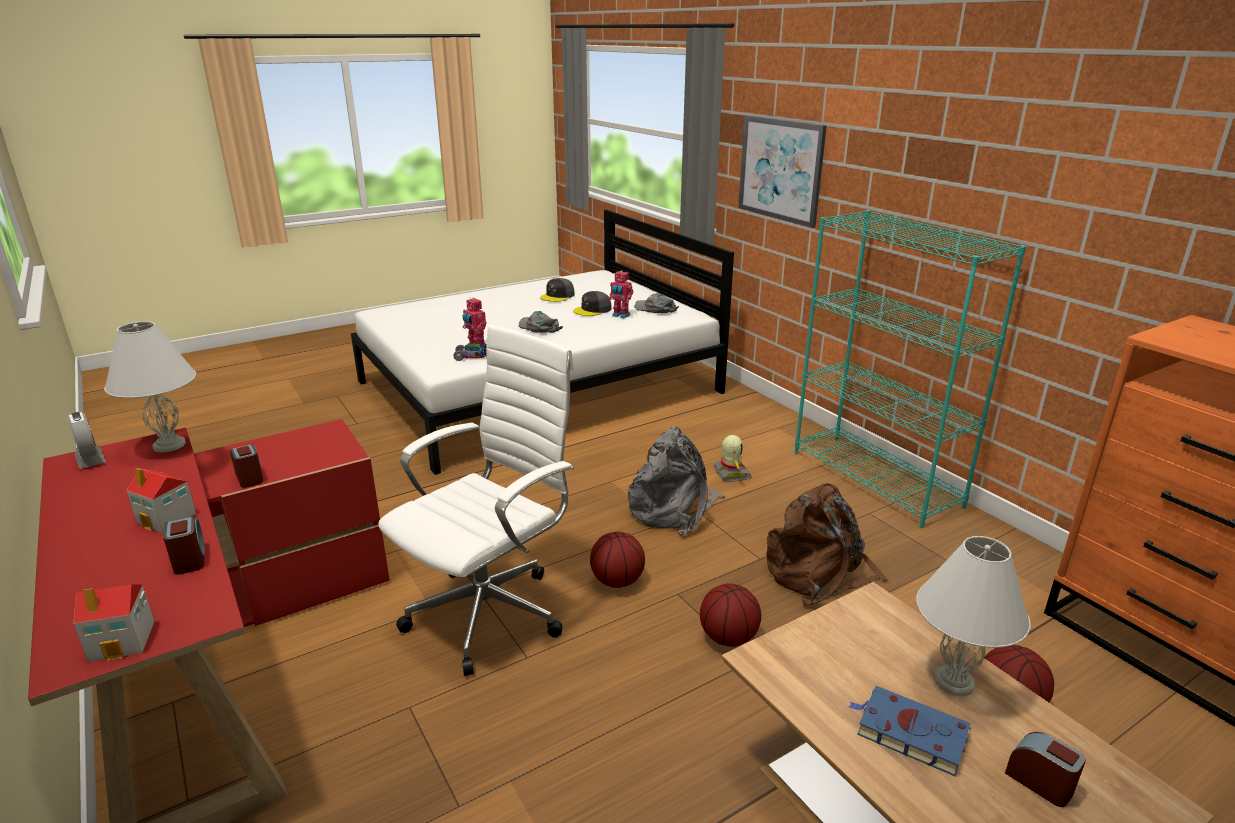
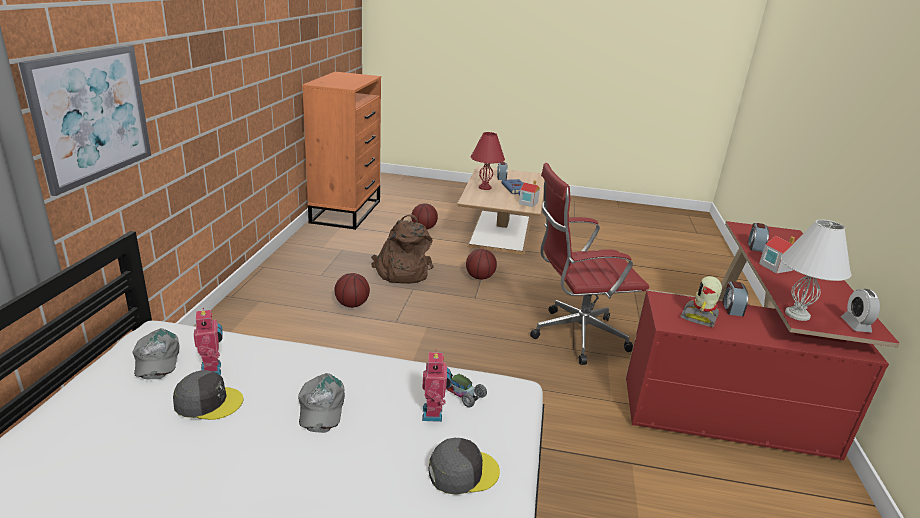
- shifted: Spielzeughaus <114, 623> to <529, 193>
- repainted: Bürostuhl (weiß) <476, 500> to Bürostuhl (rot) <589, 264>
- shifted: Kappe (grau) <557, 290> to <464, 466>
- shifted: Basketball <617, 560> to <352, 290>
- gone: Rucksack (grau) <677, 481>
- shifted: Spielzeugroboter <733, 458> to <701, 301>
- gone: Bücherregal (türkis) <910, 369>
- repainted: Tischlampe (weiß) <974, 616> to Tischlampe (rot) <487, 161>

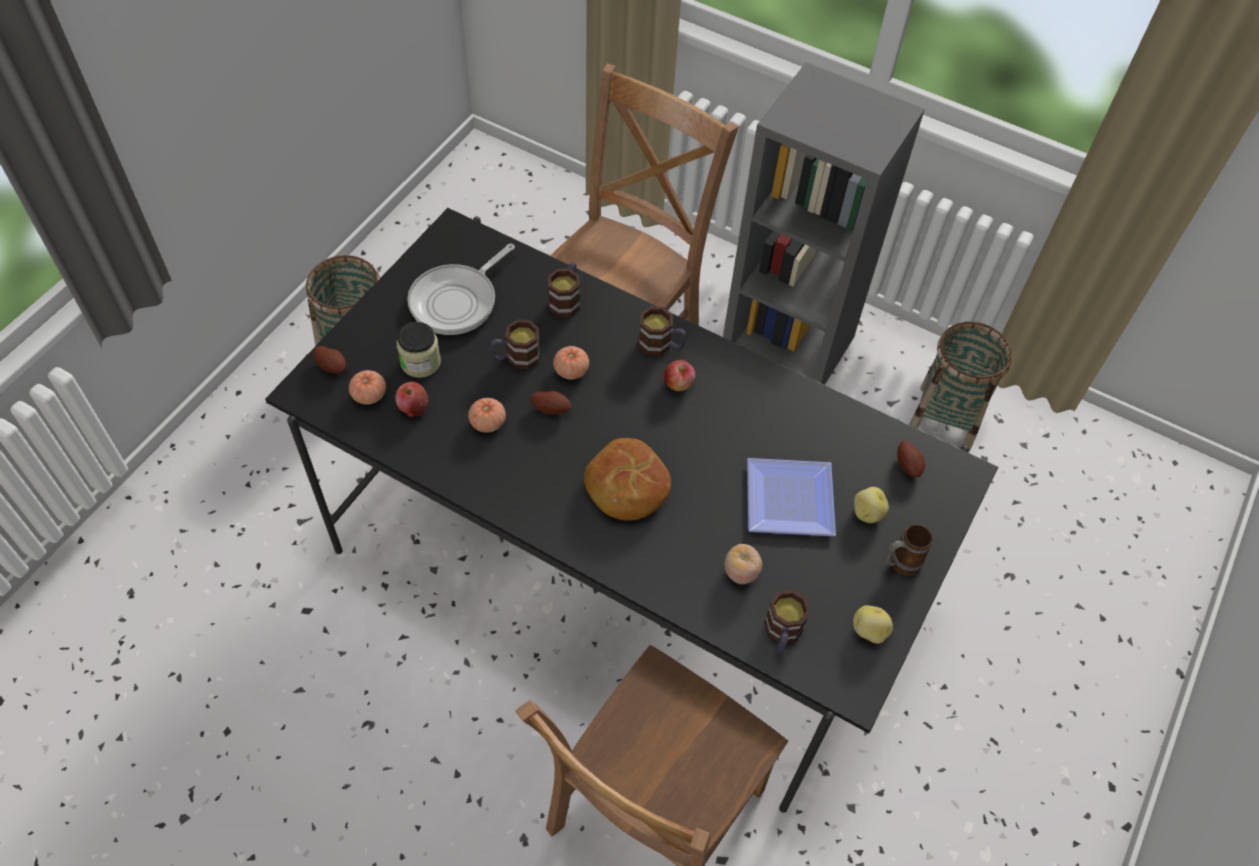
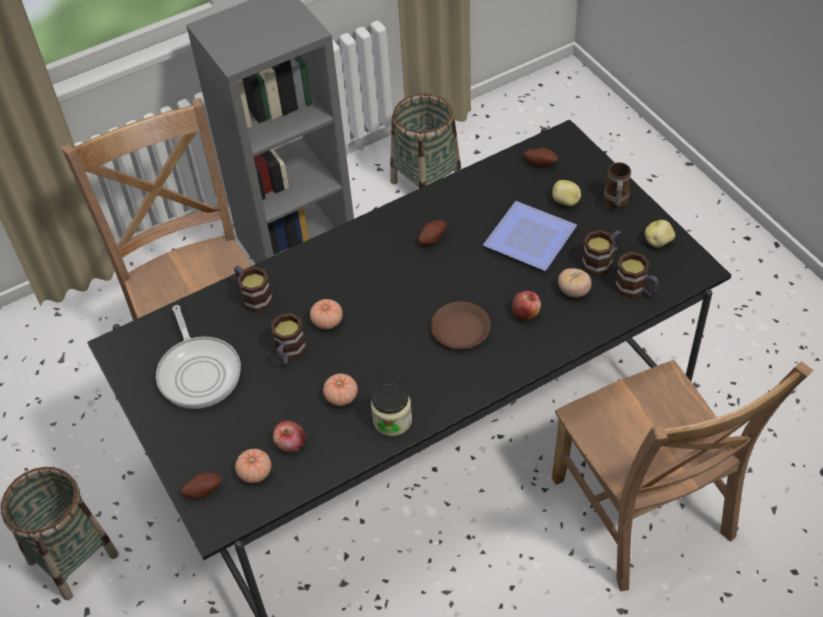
- shifted: Vorratsglas <419, 350> to <391, 409>
- shifted: Kartoffel <550, 403> to <432, 232>
- swapped: Brot <627, 479> to Teller (braun) <461, 325>
- shifted: Henkelbecher <663, 331> to <601, 253>
- shifted: Apfel <679, 375> to <526, 305>

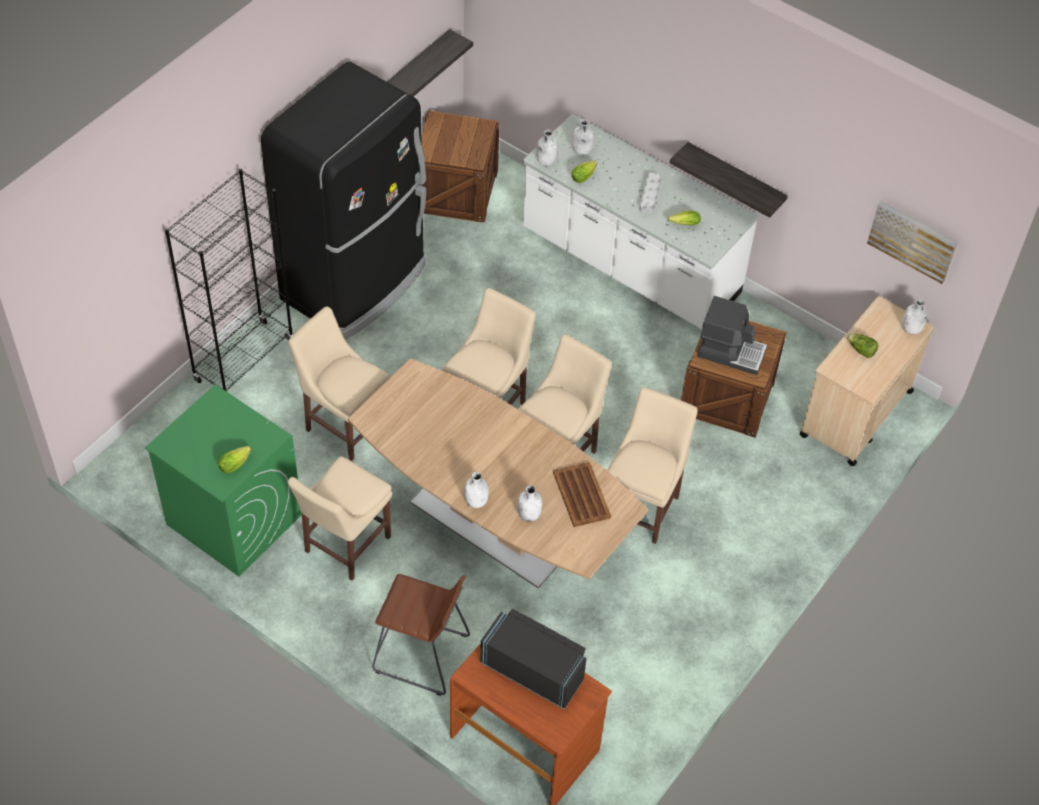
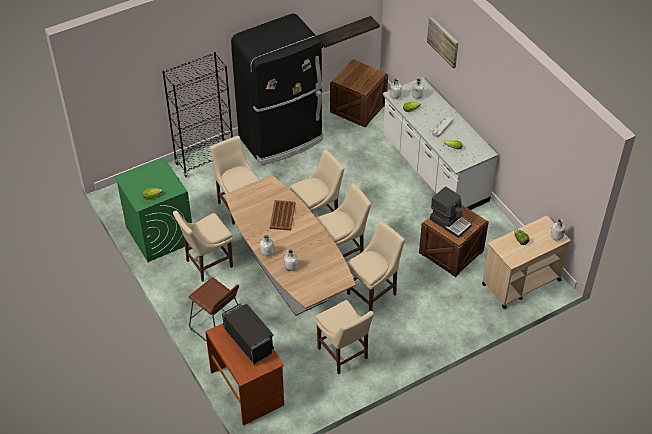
- shifted: Tablett (braun) <582, 494> to <282, 215>
- gone: Wandregal <729, 180>
- shifted: Bild <912, 242> to <442, 42>
- new: Stuhl (beige) <344, 337>

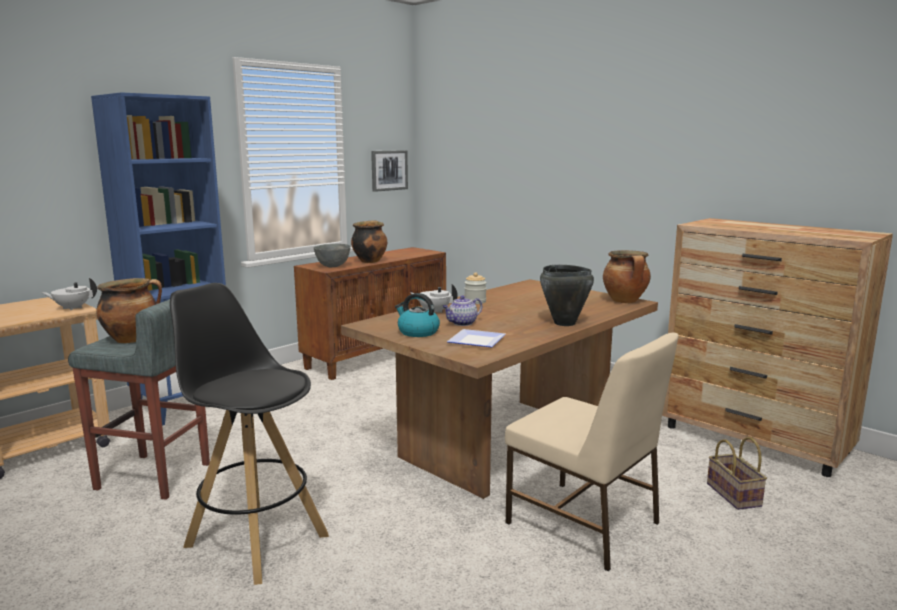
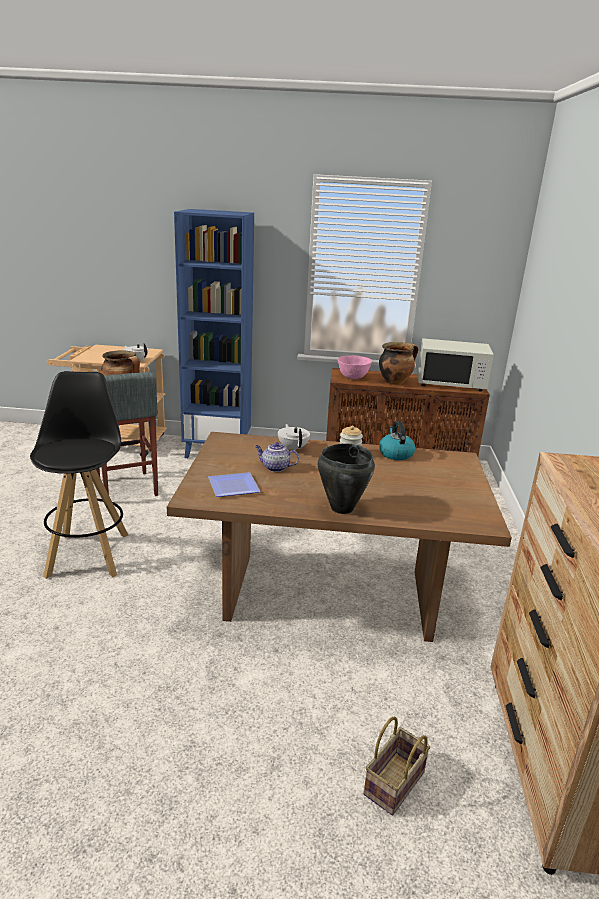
- repainted: Schüssel (grau) <332, 255> to Schüssel (rosa) <354, 367>
- gone: Bild <389, 171>
- shifted: Wasserkessel <417, 315> to <397, 440>
- gone: Stuhl (beige) <591, 452>
- gone: Kochtopf <627, 276>
- new: Mikrowelle (weiß) <456, 365>

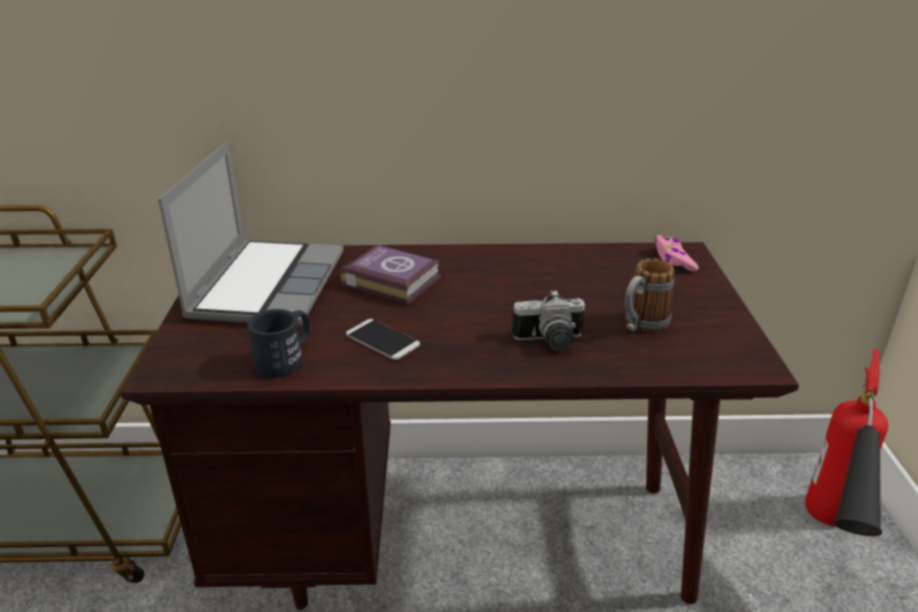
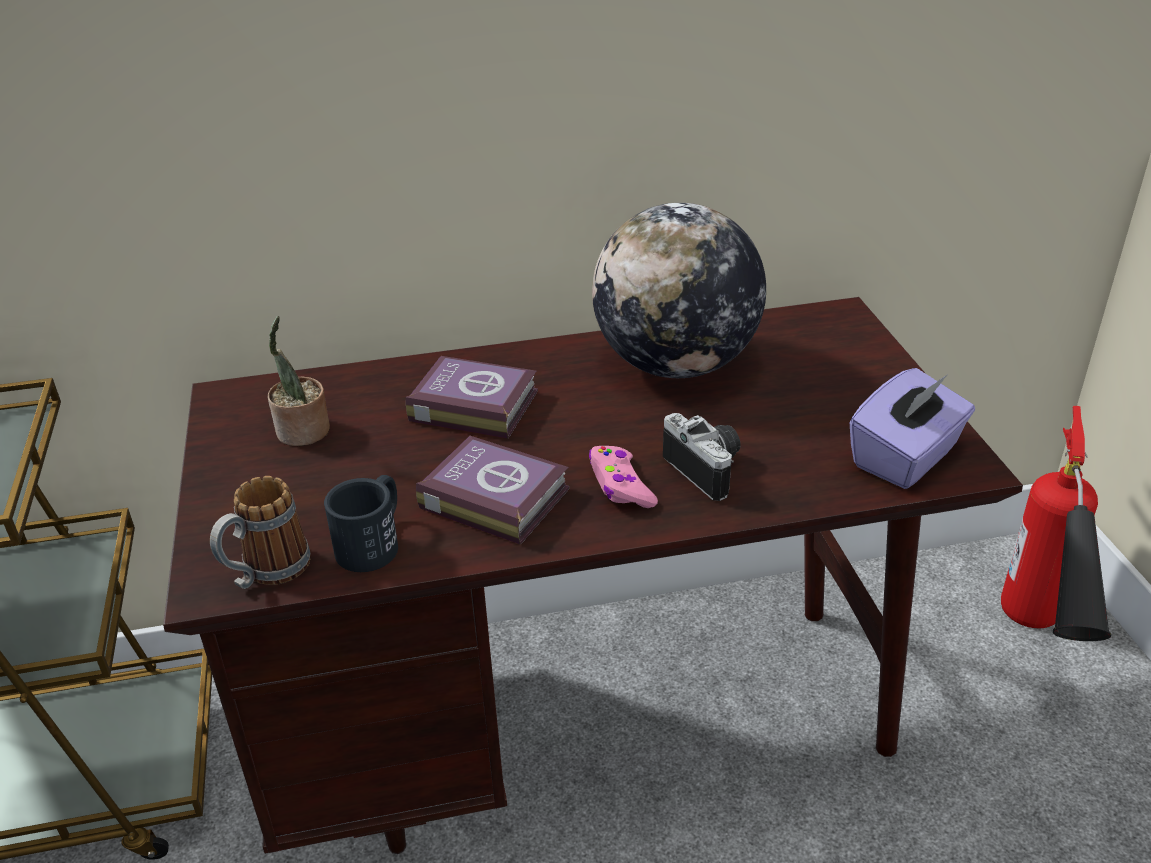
- swapped: Laptop <251, 233> to Topfpflanze <299, 381>
- swapped: Handy <383, 339> to Buch <492, 490>
- rotated: Kamera <548, 320> = <701, 457> 105 degrees counterclockwise
- shifted: Henkelbecher <649, 295> to <260, 532>
- shifted: Gamepad (rosa) <677, 253> to <623, 477>
- new: Globus <679, 290>
- new: Taschentuchbox (lila) <912, 428>

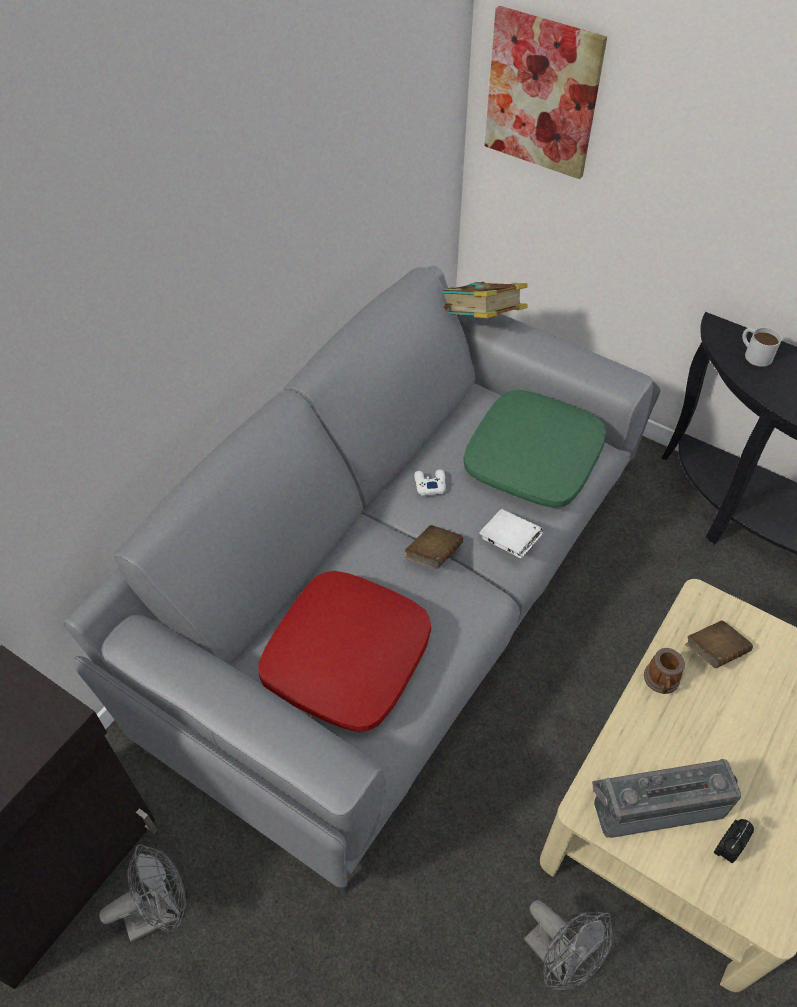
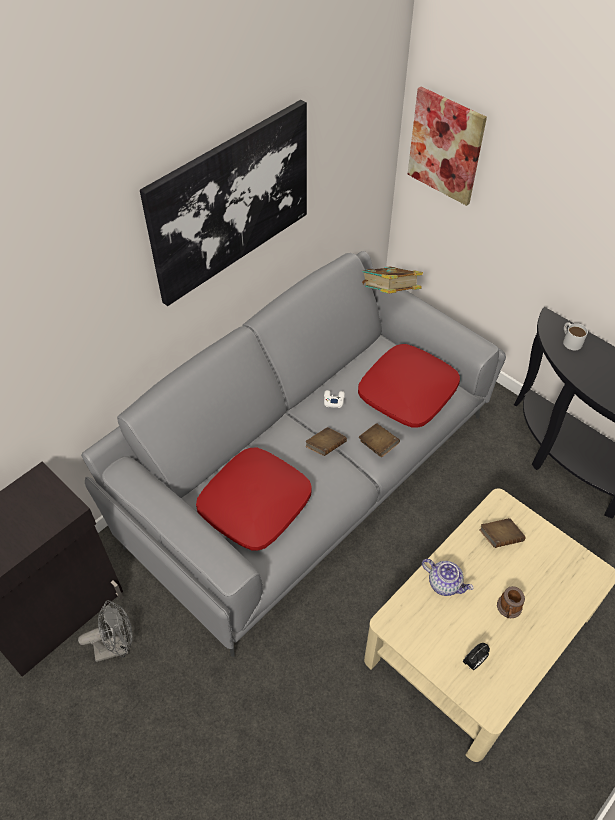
- repainted: Kissen (grün) <534, 449> to Kissen (rot) <409, 386>
- repainted: Buch (weiß) <511, 533> to Buch (braun) <379, 440>
- gone: Ventilator (grau) <568, 945>
- gone: Radio <666, 798>
- shifted: Henkelbecher <664, 671> to <511, 602>
- new: Bild <223, 203>
- new: Teekanne <448, 577>

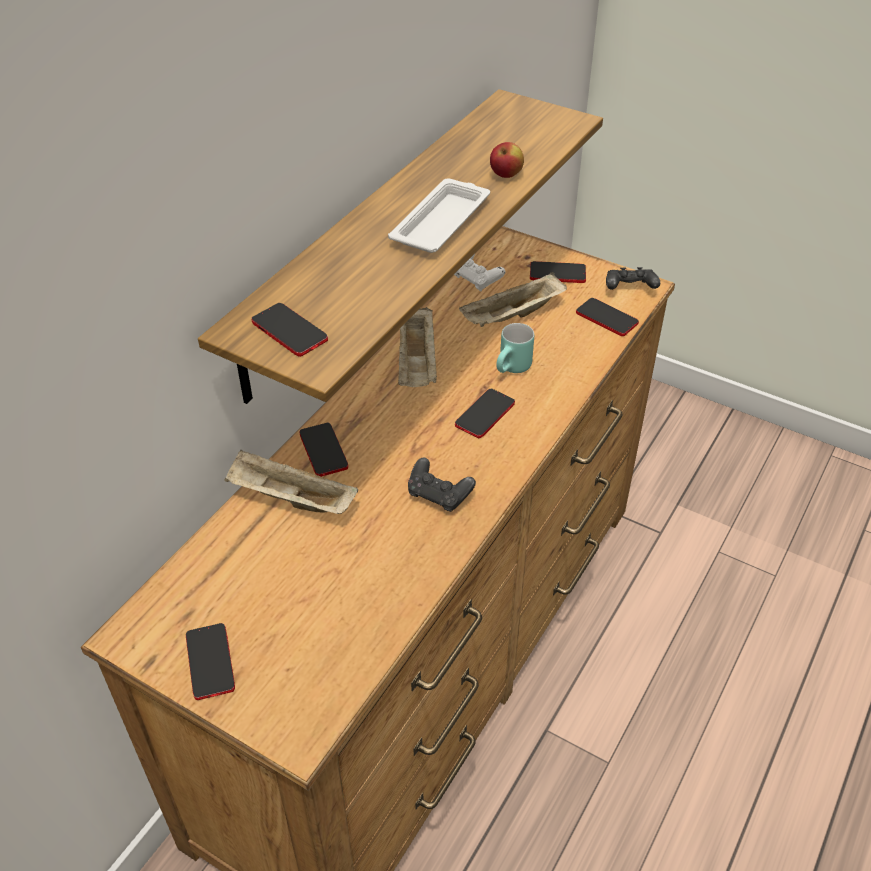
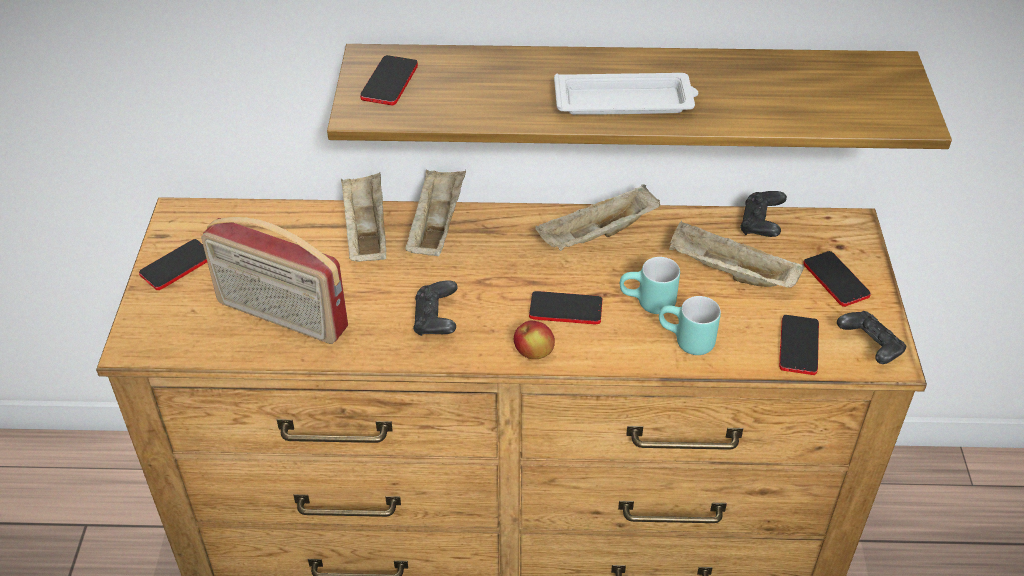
- swapped: Handy <324, 450> to Tablett (beige) <435, 212>
- repainted: Gamepad (weiß) <479, 273> to Gamepad (schwarz) <763, 214>
- shifted: Apfel <507, 160> to <534, 340>
- new: Radio <274, 280>
- new: Henkelbecher (türkis) <690, 325>

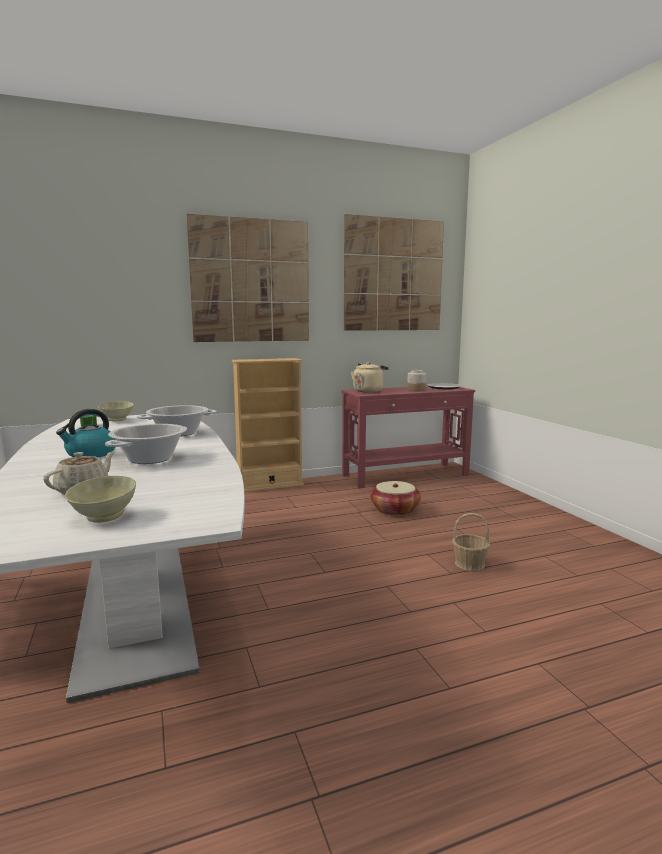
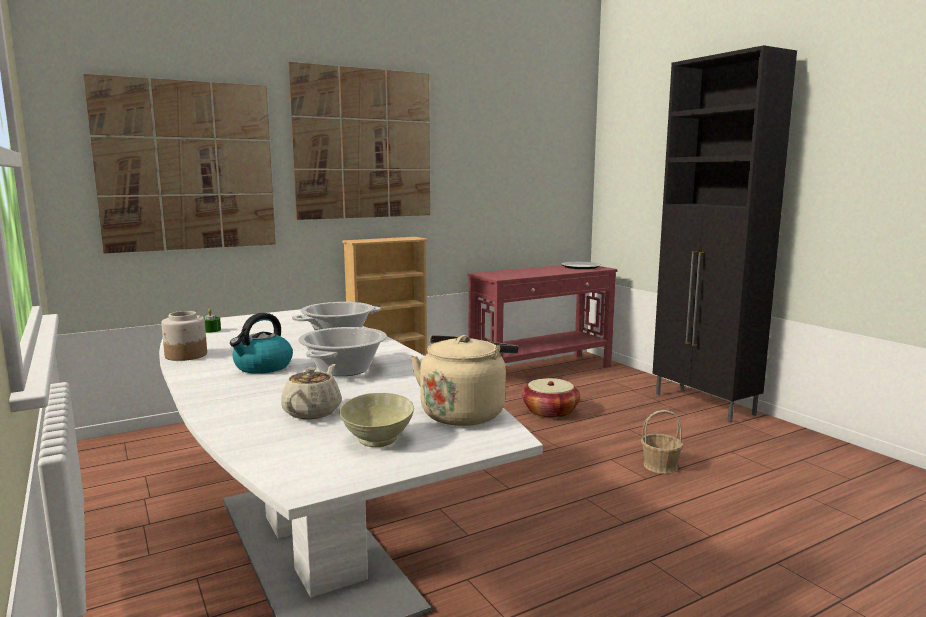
- gone: Schüssel (beige) <116, 411>
- shifted: Bild <394, 272> to <179, 163>
- shifted: Wasserkessel (beige) <370, 377> to <464, 380>
- shifted: Vorratsglas <416, 380> to <184, 336>
- new: Schrank (schwarz) <725, 234>

